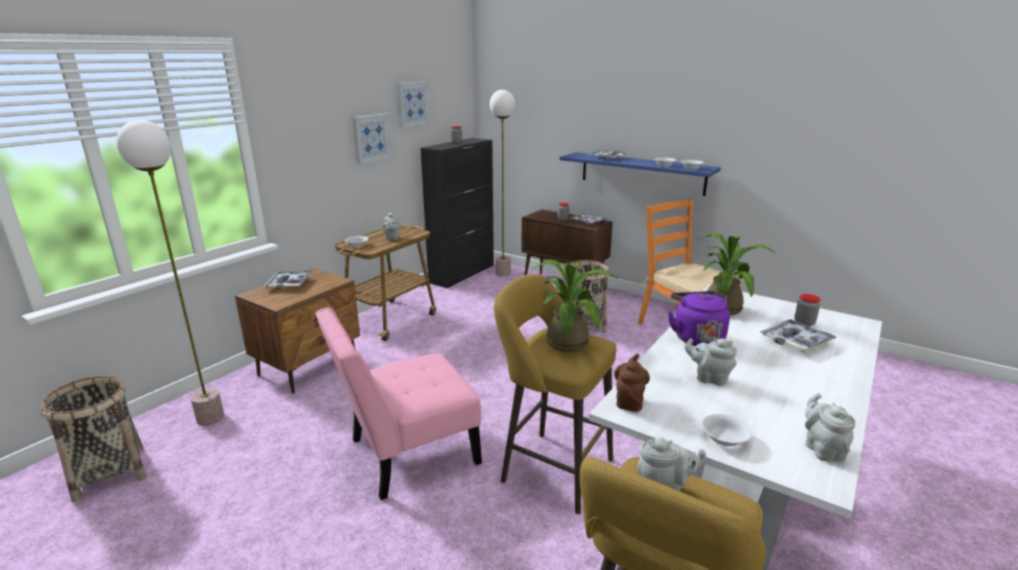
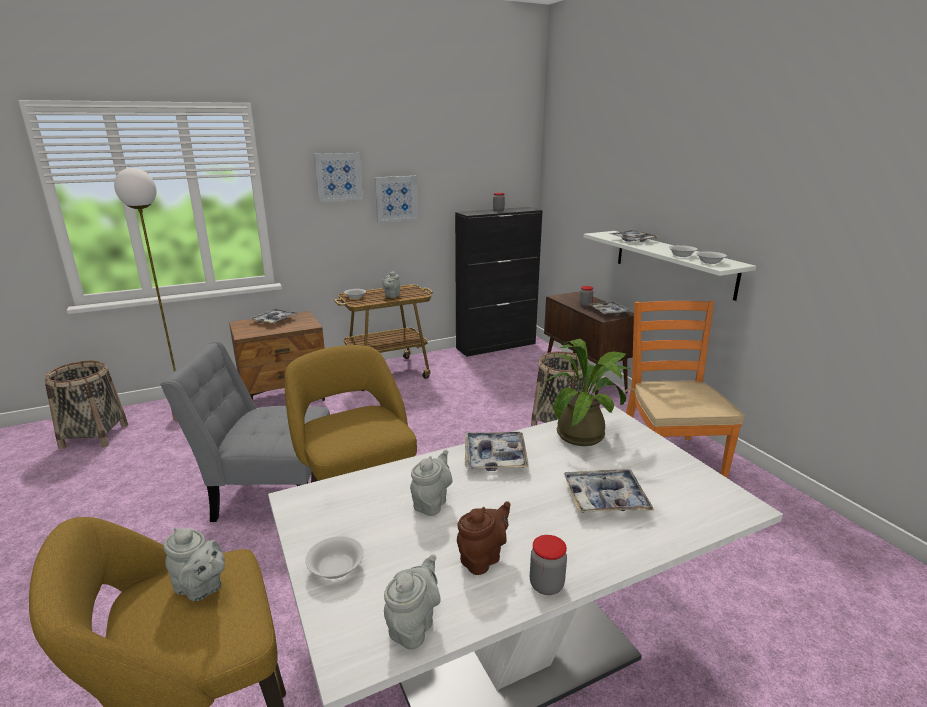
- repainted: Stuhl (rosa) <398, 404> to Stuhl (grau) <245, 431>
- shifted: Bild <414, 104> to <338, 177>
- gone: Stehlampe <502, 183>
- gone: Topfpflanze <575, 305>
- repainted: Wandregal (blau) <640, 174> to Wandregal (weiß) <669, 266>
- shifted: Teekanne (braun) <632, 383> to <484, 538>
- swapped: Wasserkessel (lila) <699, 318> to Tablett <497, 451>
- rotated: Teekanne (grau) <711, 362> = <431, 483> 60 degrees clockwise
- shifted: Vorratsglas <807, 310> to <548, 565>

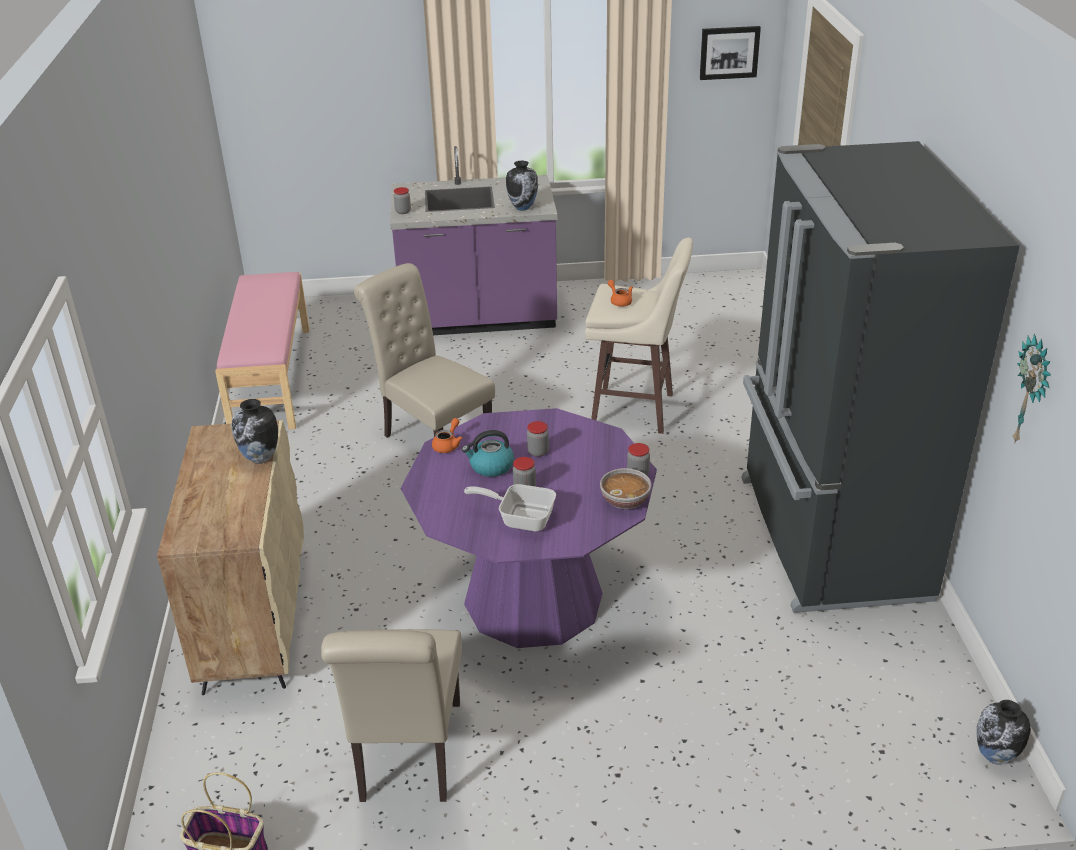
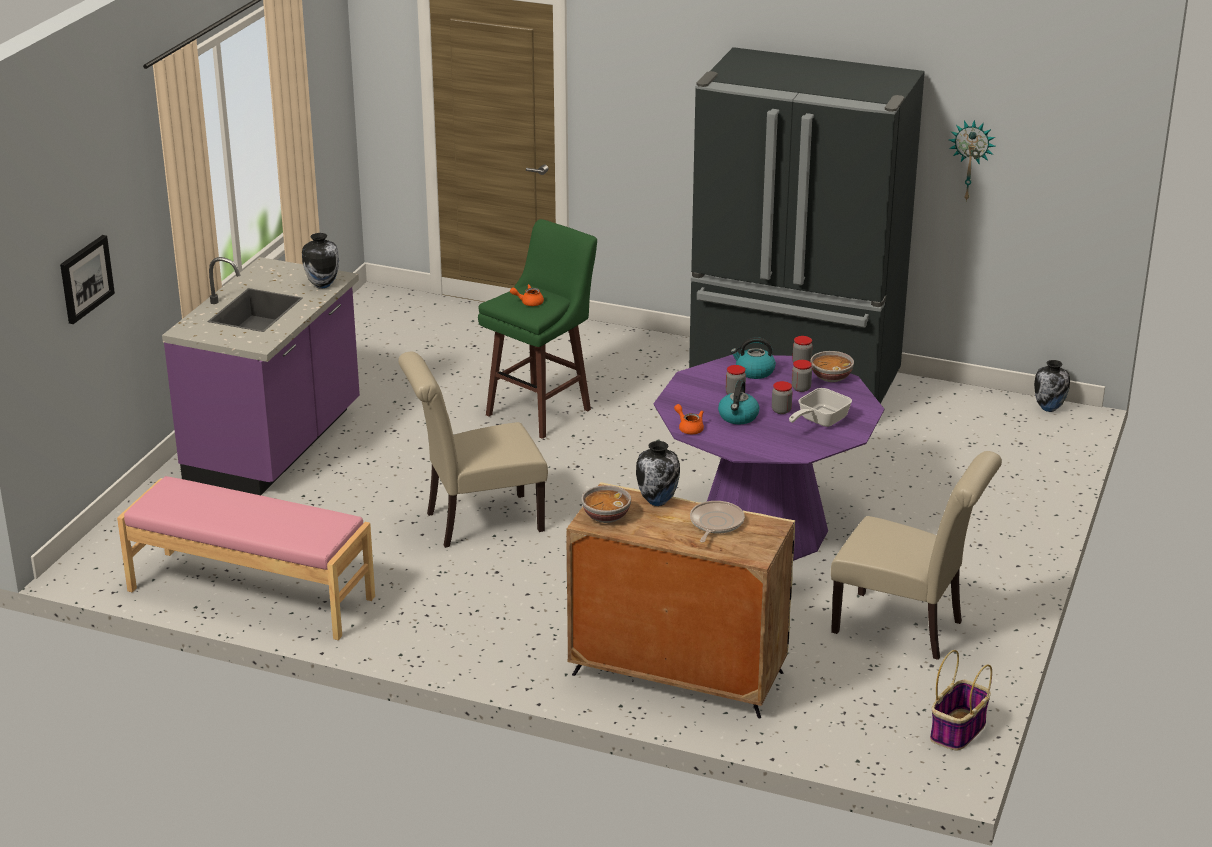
- shifted: Vorratsglas <402, 200> to <802, 376>
- repainted: Hocker (beige) <639, 336> to Hocker (grün) <537, 329>
- shifted: Bild <730, 53> to <87, 279>
- new: Schüssel <606, 504>
- new: Pfanne <717, 521>
- new: Wasserkessel <753, 358>

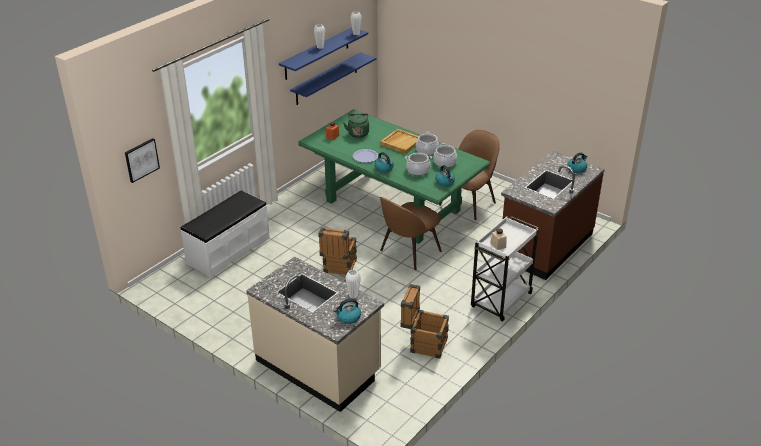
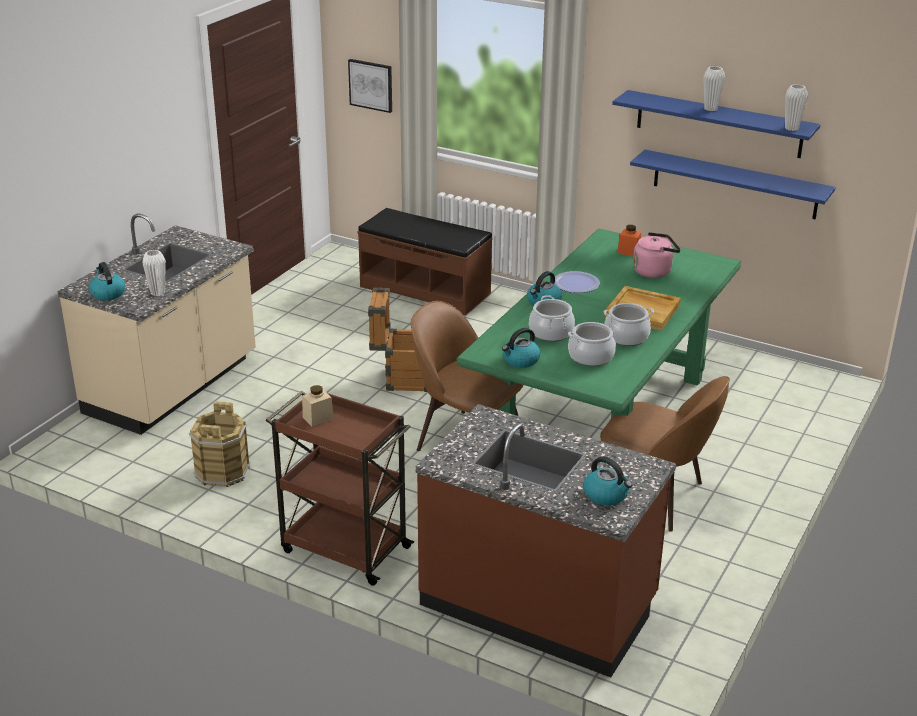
- repainted: Bank (weiß) <225, 233> to Bank (braun) <425, 261>
- repainted: Wasserkessel (grün) <356, 126> to Wasserkessel (rosa) <657, 255>
- swapped: Kiste <424, 321> to Eimer (braun) <219, 444>
- repainted: Rollwagen (weiß) <505, 269> to Rollwagen (braun) <340, 488>

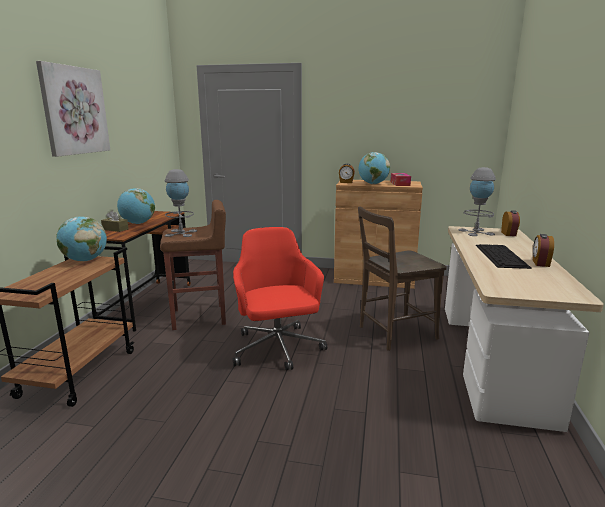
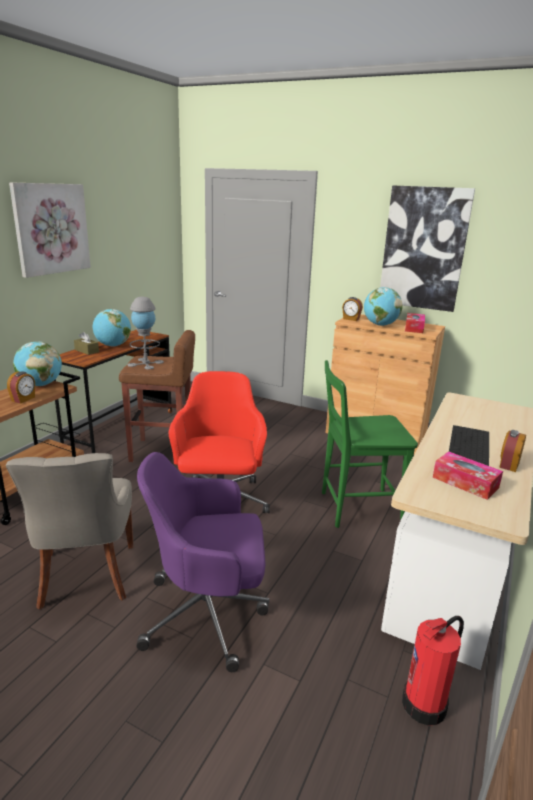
- repainted: Stuhl (braun) <402, 278> to Stuhl (grün) <370, 444>
- gone: Tischlampe (grau) <477, 201>
- shifted: Wecker <510, 223> to <21, 387>
- new: Stuhl (grau) <69, 531>
- new: Bürostuhl (lila) <203, 562>
- new: Bild <427, 248>
- new: Feuerlöscher <433, 670>
- new: Taschentuchbox <468, 475>

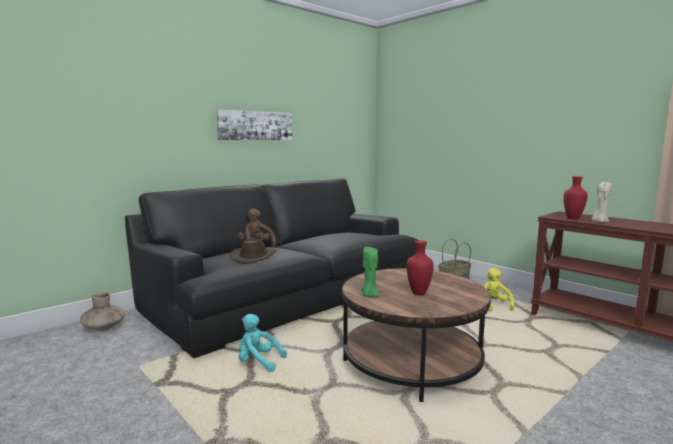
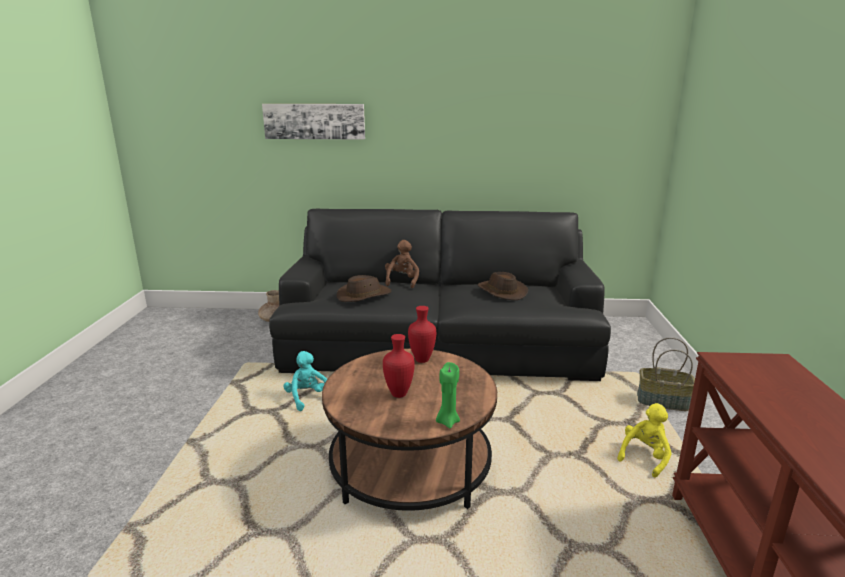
- shifted: Bild <254, 124> to <313, 121>
- shifted: Kerze (grün) <370, 272> to <448, 395>
- shifted: Vase (rot) <576, 198> to <422, 334>
- gone: Kerze (beige) <602, 202>
- new: Hut (braun) <503, 286>

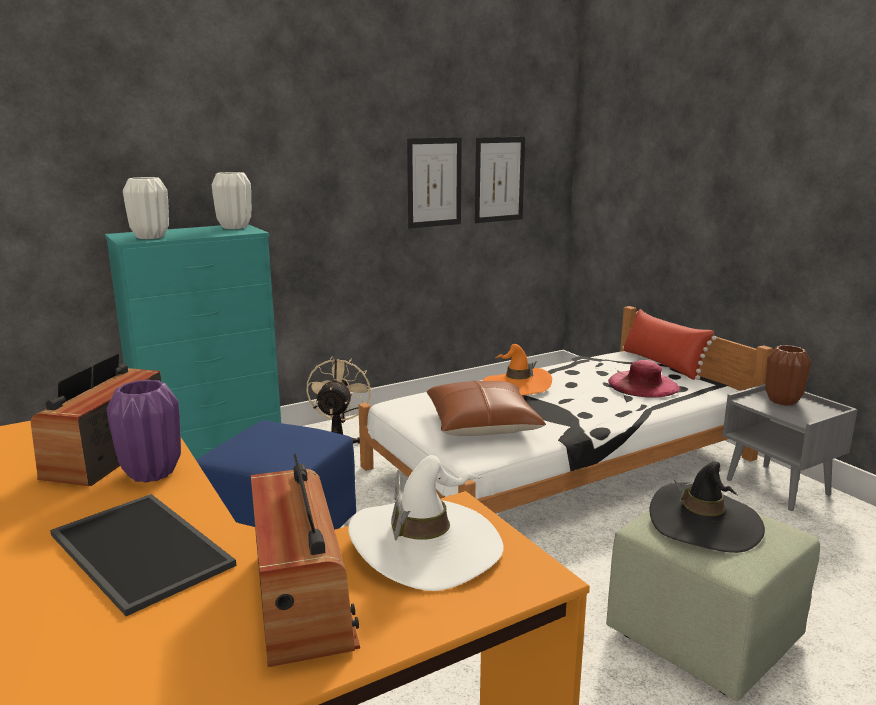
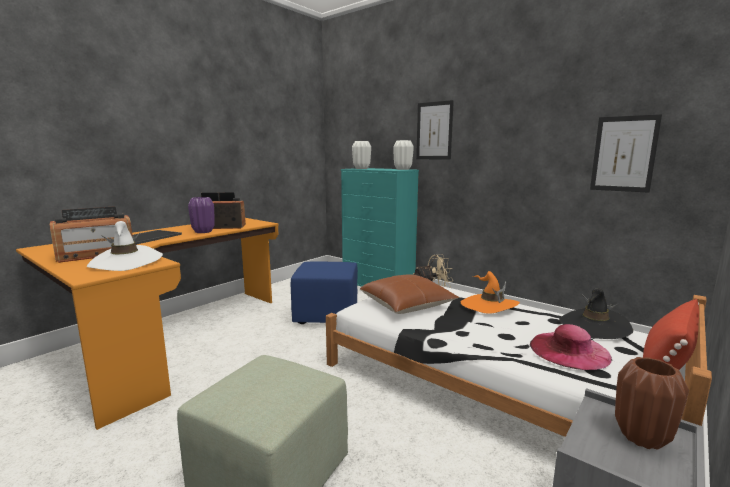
- shifted: Bild <434, 182> to <435, 130>
- shifted: Hut (schwarz) <707, 507> to <596, 313>

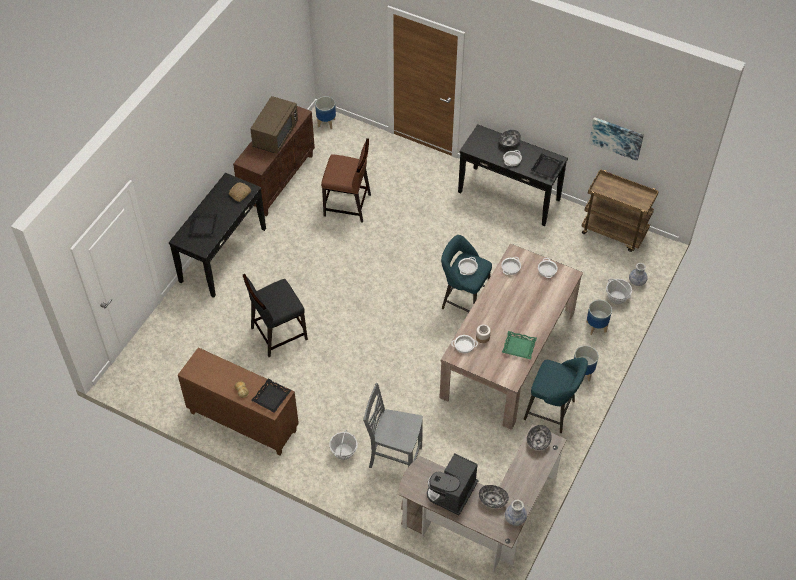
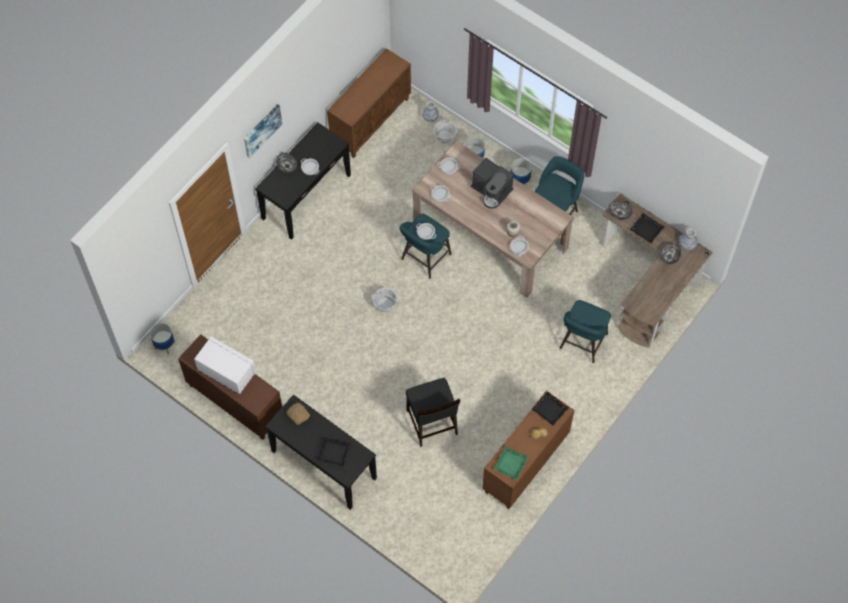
- repainted: Mikrowelle (braun) <274, 125> to Mikrowelle (weiß) <225, 365>
- gone: Stuhl (braun) <346, 180>
- shifted: Korb <343, 445> to <385, 300>
- swapped: Stuhl (grau) <393, 425> to Hocker (türkis) <585, 331>
- shifted: Kaffeemaschine <453, 484> to <492, 183>
- shifted: Tablett (grün) <519, 345> to <511, 463>
- shifted: Tablett (schwarz) <546, 166> to <646, 228>
- swapped: Rollwagen (braun) <620, 210> to Schrank (braun) <369, 103>
- shifted: Bild <616, 139> to <263, 131>

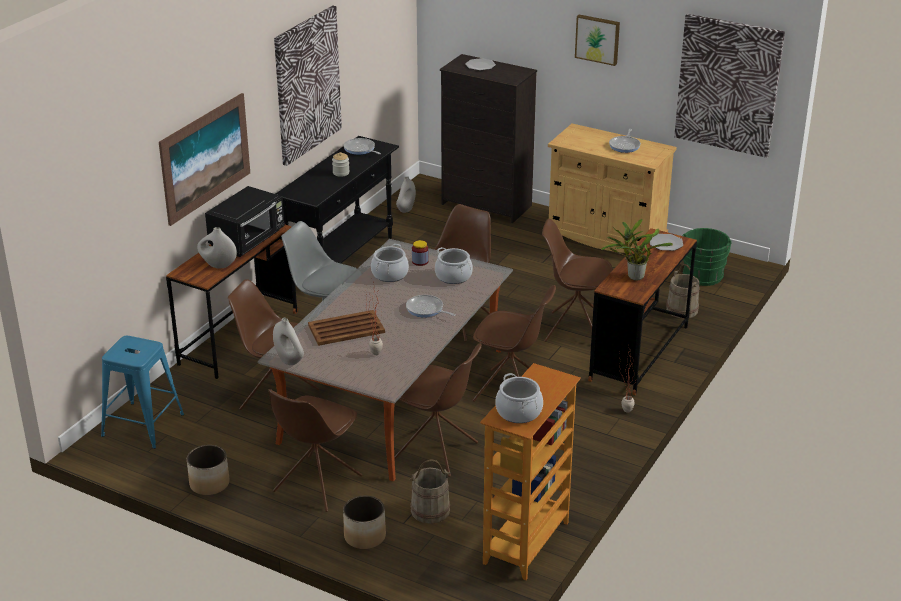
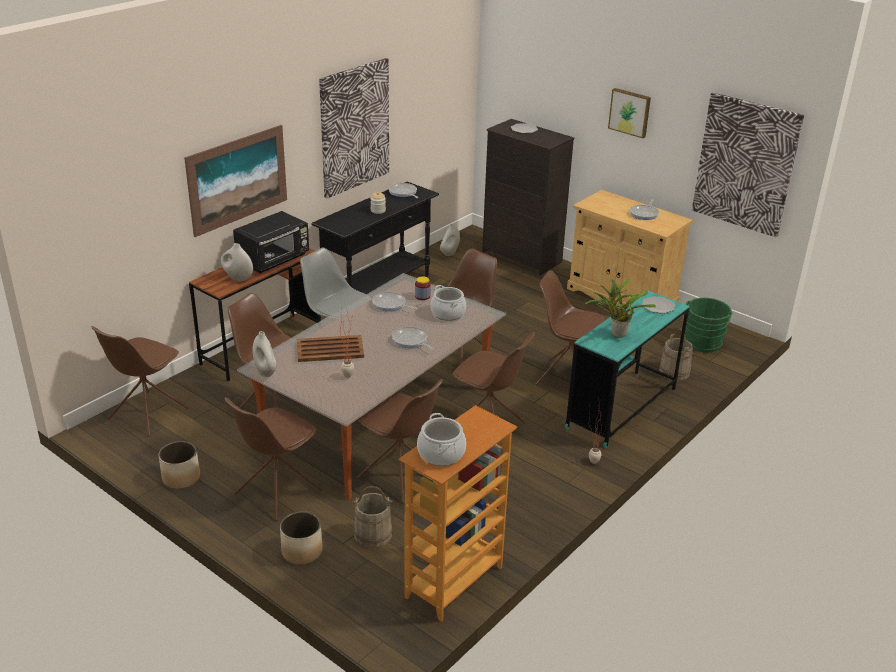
- swapped: Hocker (blau) <142, 392> to Stuhl (braun) <140, 381>
- swapped: Kochtopf <390, 263> to Pfanne <394, 301>
- repainted: Schreibtisch (braun) <642, 311> to Schreibtisch (türkis) <627, 369>

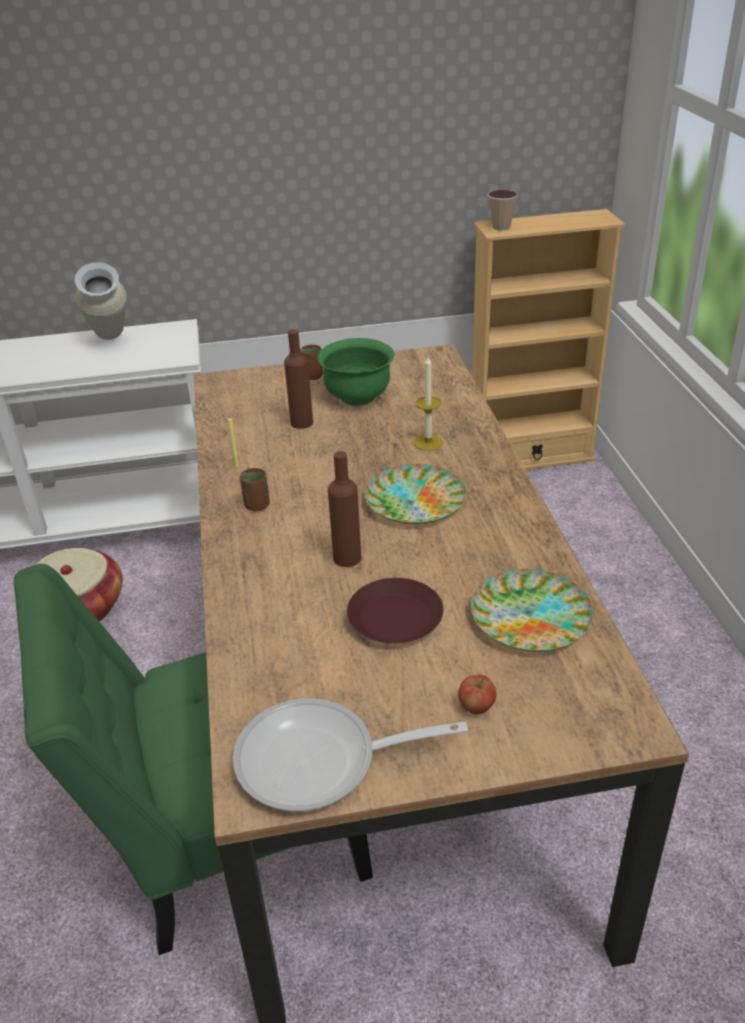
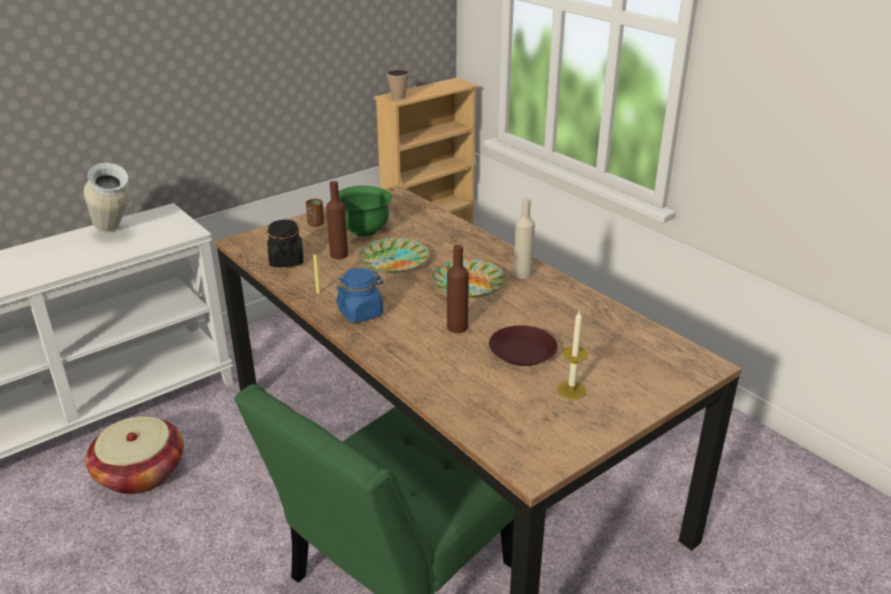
- gone: Pfanne <350, 755>
- swapped: Tasse (braun) <255, 489> to Vorratsglas (blau) <360, 295>
- shifted: Kerze <428, 404> to <572, 354>
- gone: Apfel <477, 694>
- shifted: Teller <532, 610> to <394, 255>
- new: Vorratsglas (schwarz) <285, 243>
- new: Flasche (beige) <524, 238>

